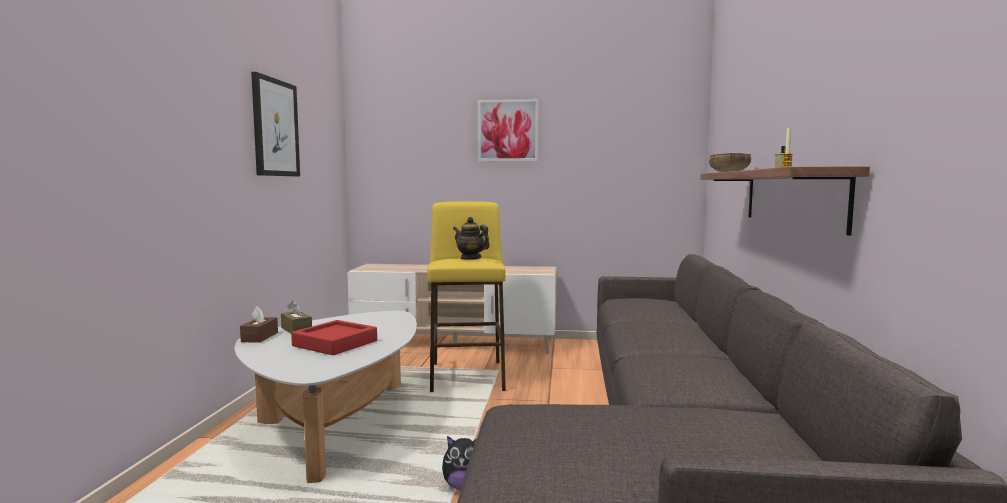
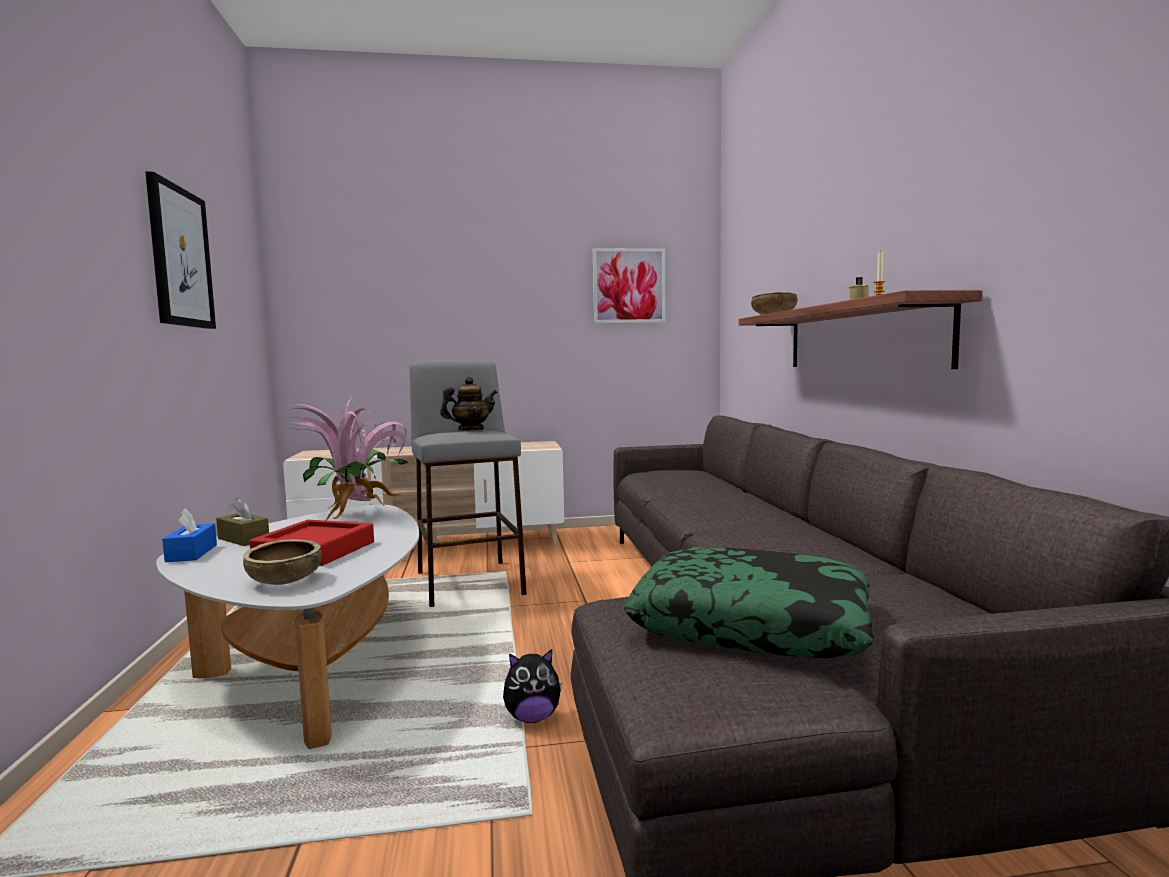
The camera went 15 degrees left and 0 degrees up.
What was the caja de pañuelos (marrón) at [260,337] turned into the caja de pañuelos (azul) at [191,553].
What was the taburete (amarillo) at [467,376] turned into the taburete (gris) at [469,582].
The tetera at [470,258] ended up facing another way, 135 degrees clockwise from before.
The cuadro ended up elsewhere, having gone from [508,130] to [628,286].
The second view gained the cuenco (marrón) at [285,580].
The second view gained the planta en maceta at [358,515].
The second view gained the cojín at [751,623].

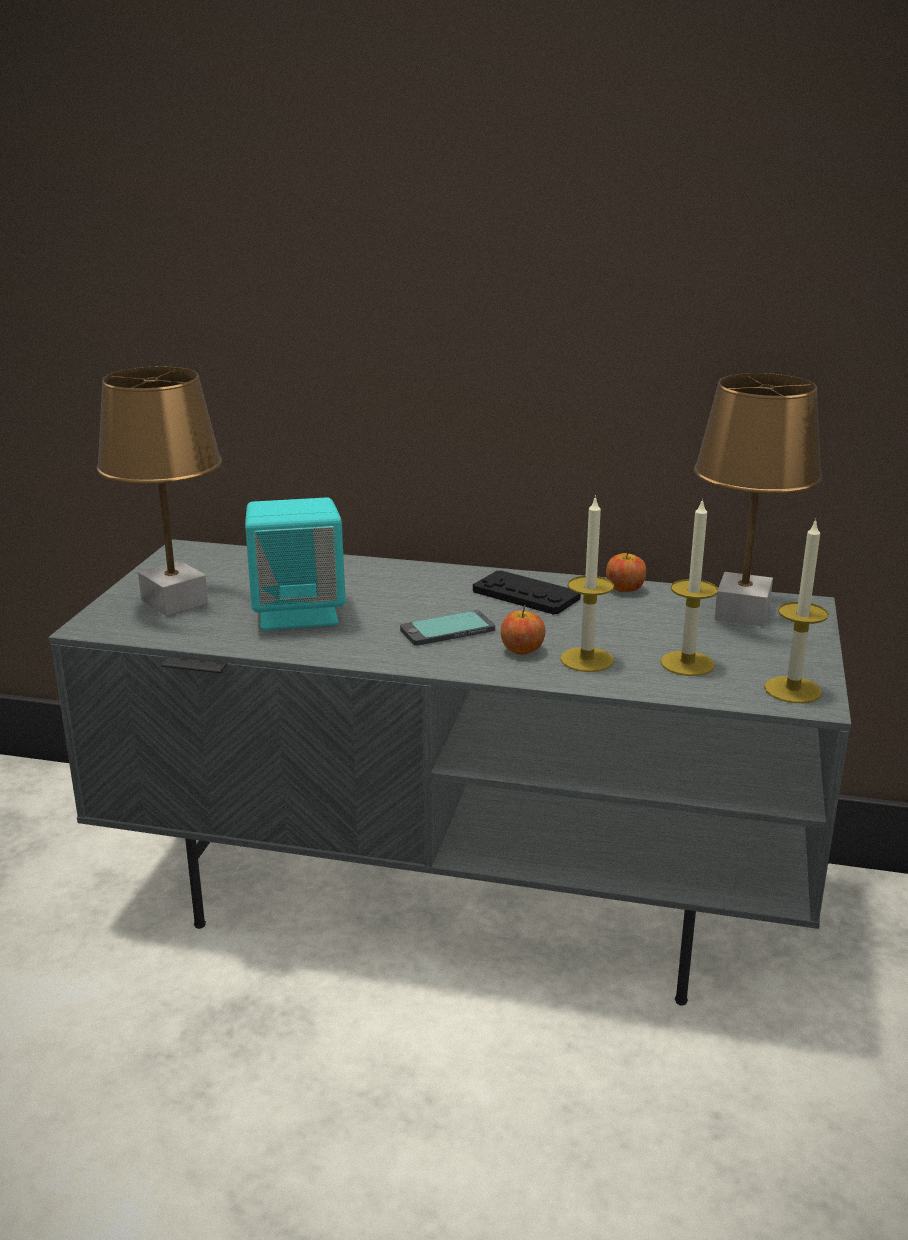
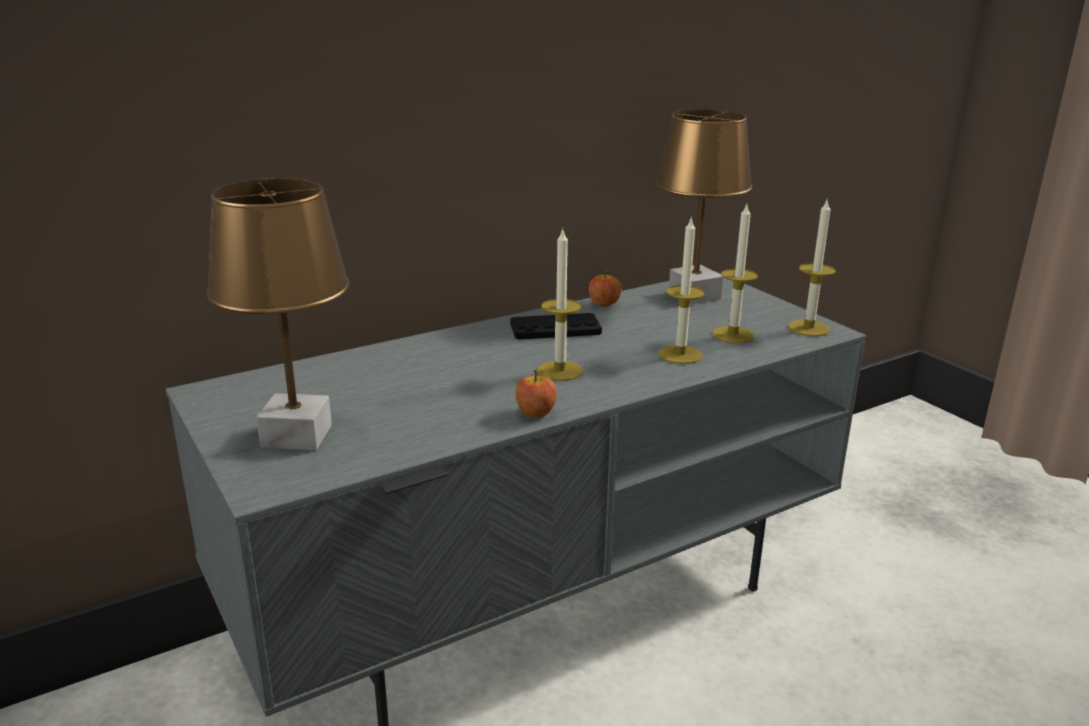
The camera went 45 degrees left and 0 degrees up.
The second view lost the altavoz (turquesa) at [298,613].
Where the móvil stood at [447,630], the vela came to stand at [560,371].
The manzana ended up elsewhere, having gone from [522,650] to [536,413].

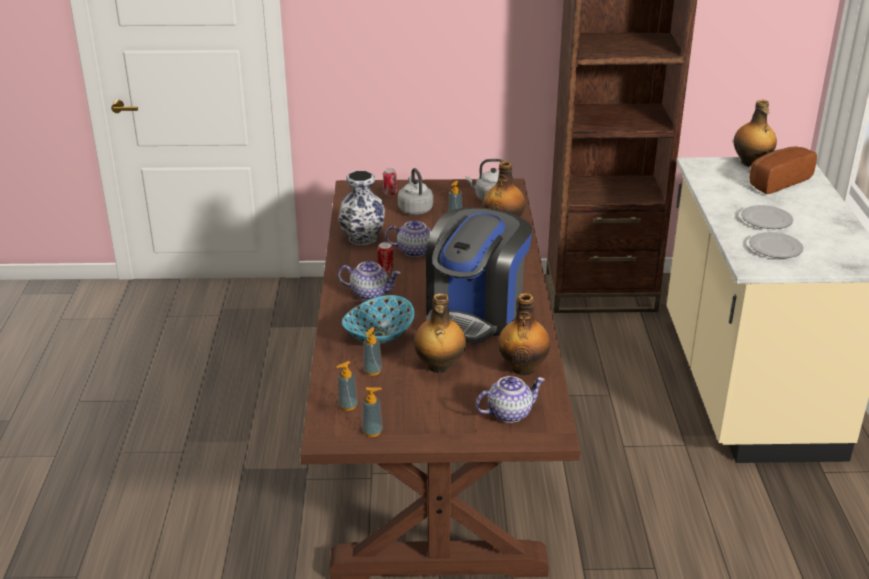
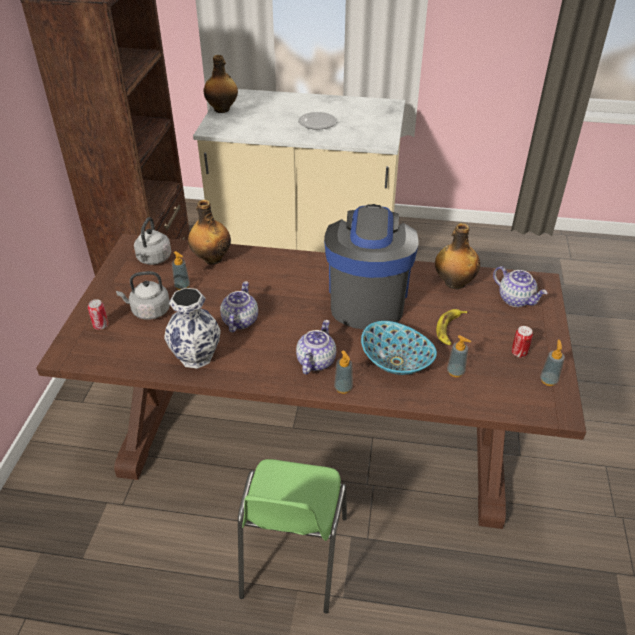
The camera went 80 degrees left and 10 degrees up.
The dispensador de jabón ended up elsewhere, having gone from [347,406] to [343,388].
The lata ended up elsewhere, having gone from [385,270] to [519,353].
Where the botella stood at [439,366], the plátano came to stand at [450,329].
The cafetera at [475,313] ended up facing another way, 120 degrees counterclockwise from before.
The tetera at [509,413] ended up facing another way, 150 degrees clockwise from before.
The second view lost the plato at [775,248].
The second view lost the pan at [776,181].
The second view gained the silla (verde) at [292,557].

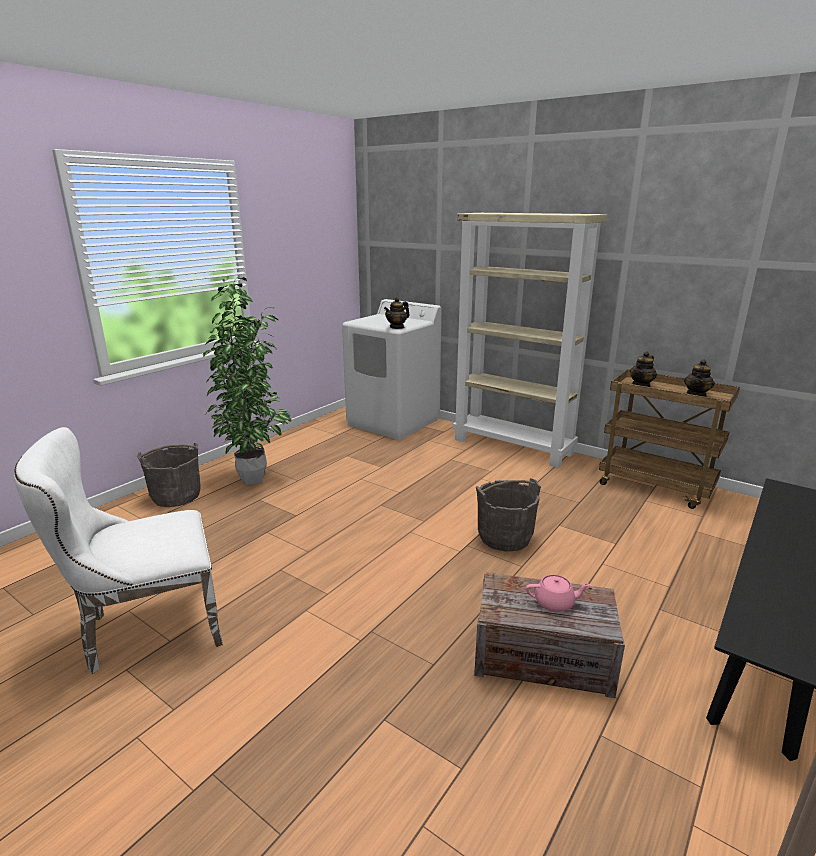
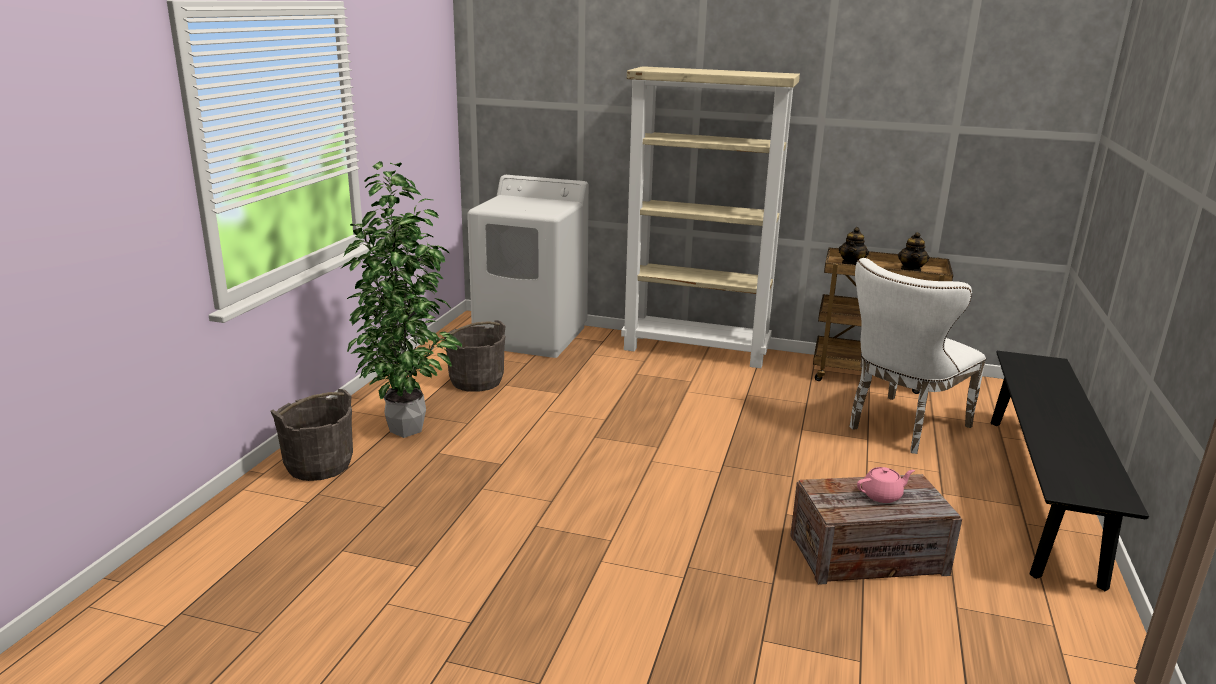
The camera went 20 degrees left and 0 degrees up.
The silla (blanco) ended up elsewhere, having gone from [145,629] to [902,428].
The second view lost the tetera at [397,327].
The cubo (gris) ended up elsewhere, having gone from [504,537] to [476,381].

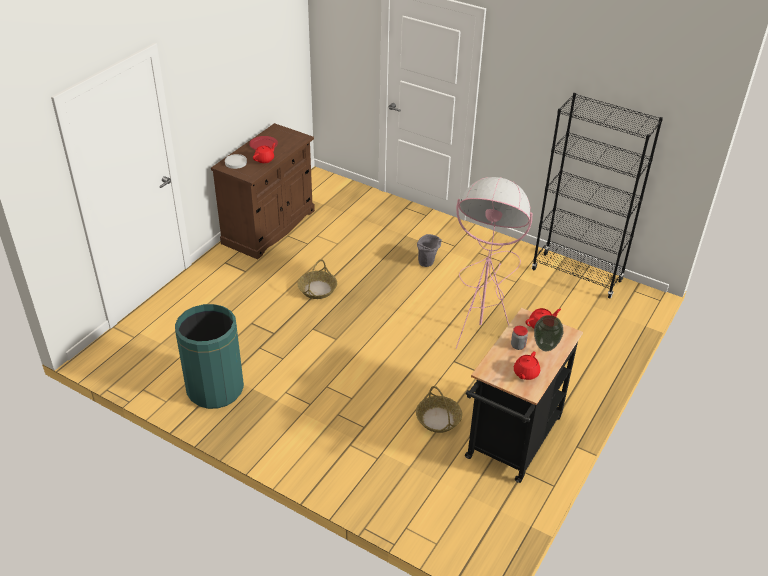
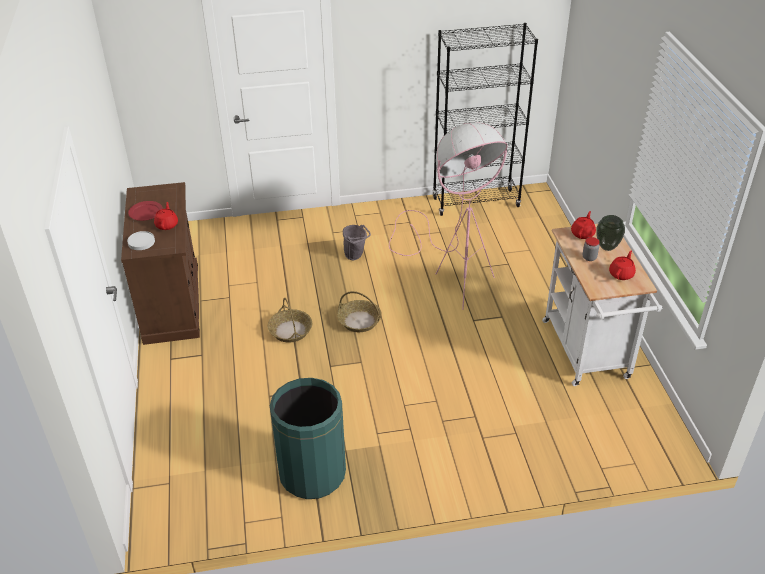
The camera went 40 degrees left and 0 degrees up.
The cesta ended up elsewhere, having gone from [438,419] to [360,321].
What was the carrito (negro) at [511,443] turned into the carrito (blanco) at [588,354].
The tetera (rojo) at [525,373] ended up facing another way, 135 degrees counterclockwise from before.

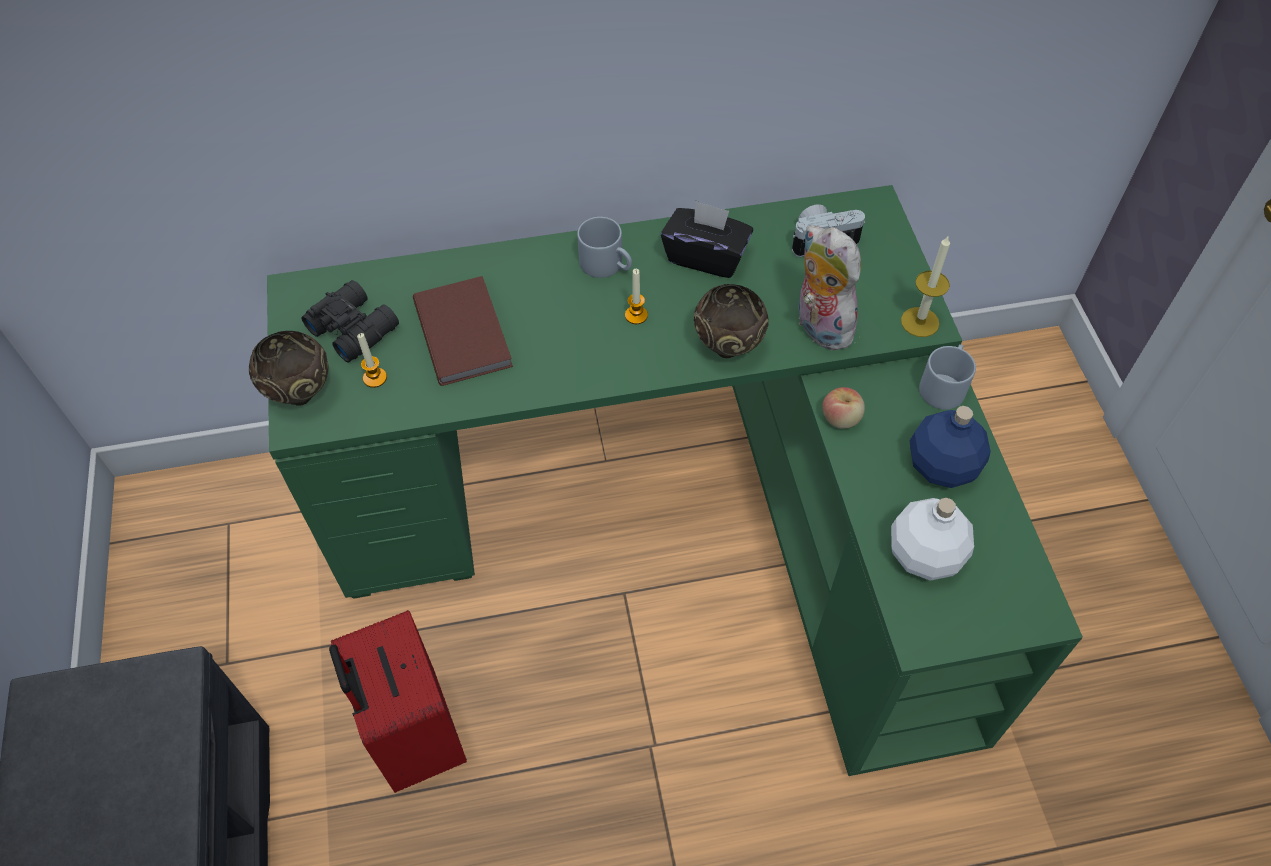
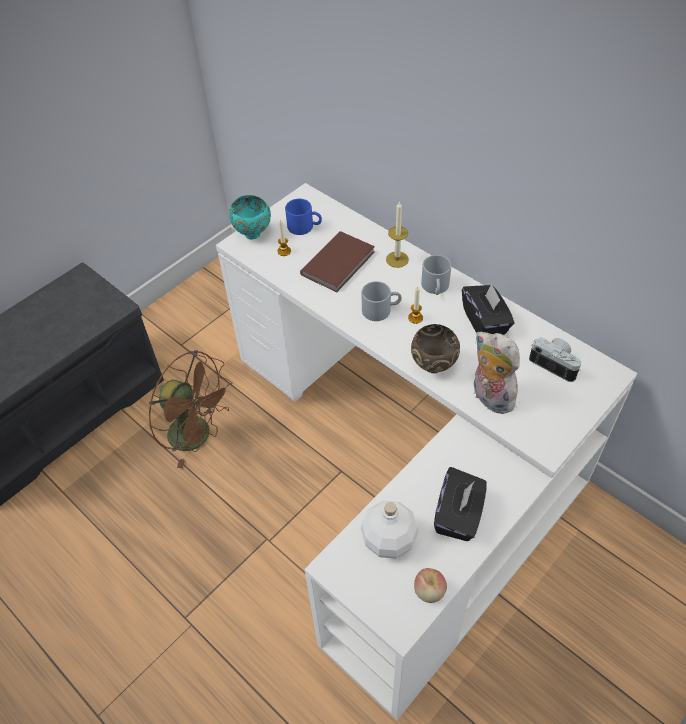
The camera went 55 degrees right and 5 degrees down.
What was the cuenco (marrón) at [302,394] turned into the cuenco (turquesa) at [253,235].
What was the escritorio (verde) at [680,518] turned into the escritorio (blanco) at [407,467].
Where the prismáticos (negro) stood at [353,327], the taza grande (azul) came to stand at [305,226].
Where the maleta (rojo) stood at [414,736], the ventilador (marrón) came to stand at [198,436].
The peluche at [818,326] ended up facing another way, 60 degrees counterclockwise from before.
The manzana ended up elsewhere, having gone from [841,418] to [429,591].
The vela ended up elsewhere, having gone from [920,322] to [397,259].
Where the botella (azul) stood at [940,465], the caja de pañuelos (negro) came to stand at [458,515].
The taza grande (gris) ended up elsewhere, having gone from [943,384] to [381,309].

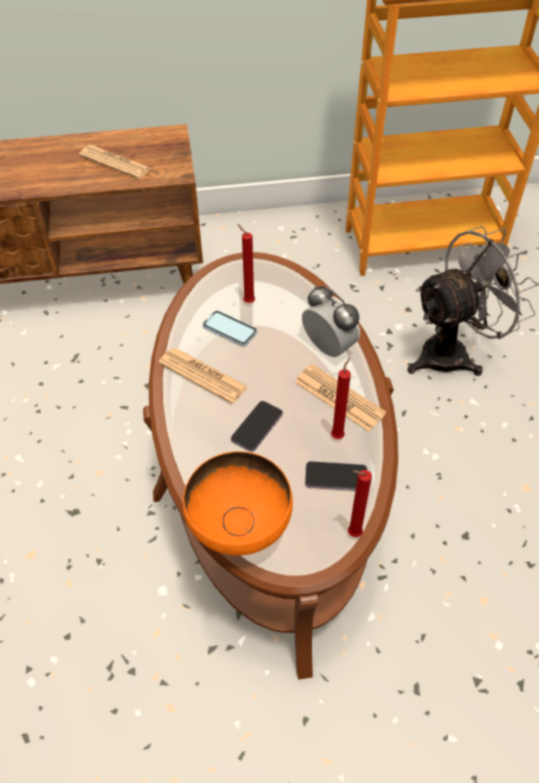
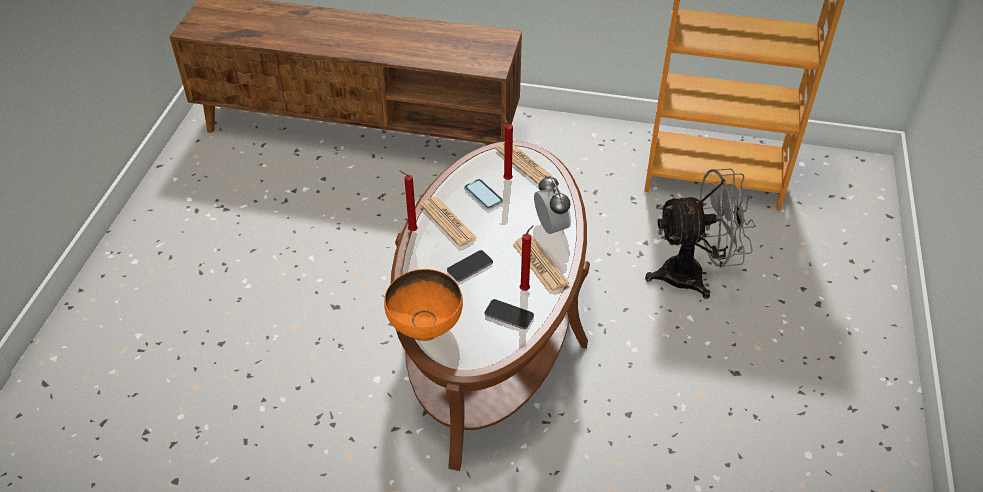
The camera went 20 degrees right and 5 degrees down.
The periódico ended up elsewhere, having gone from [115,162] to [524,163].
The vela (rojo) ended up elsewhere, having gone from [352,534] to [411,230].

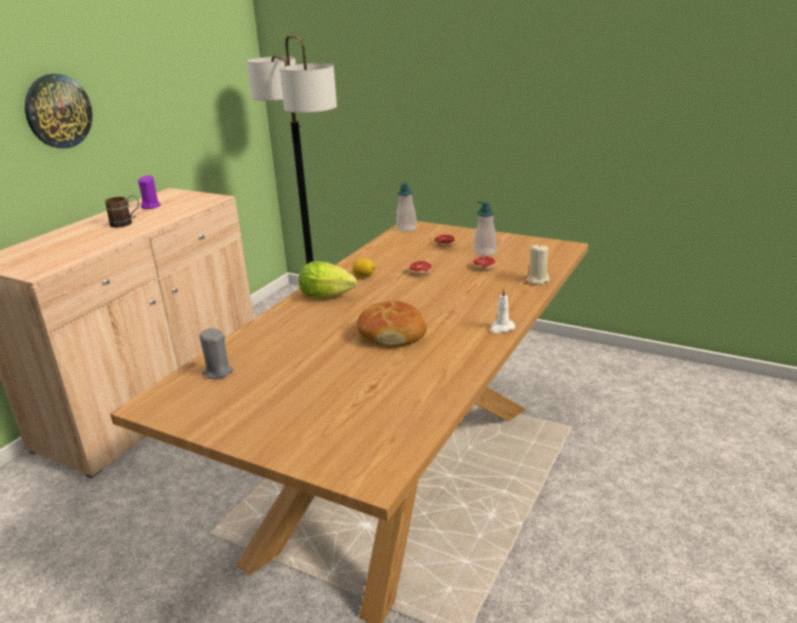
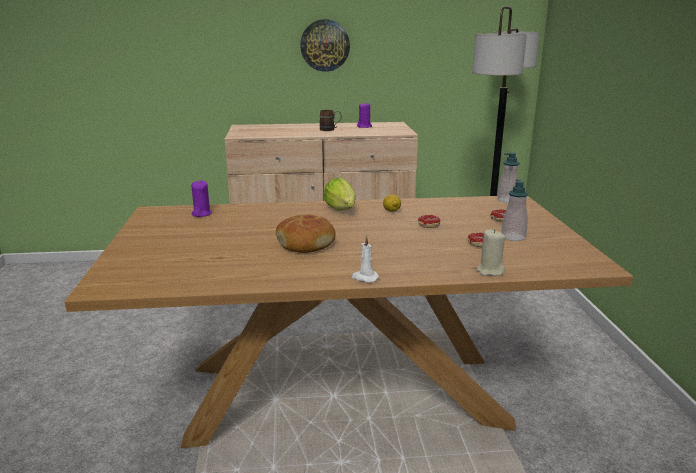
The camera went 55 degrees right and 5 degrees down.
What was the vela (gris) at [217,372] turned into the vela (morado) at [201,214].

